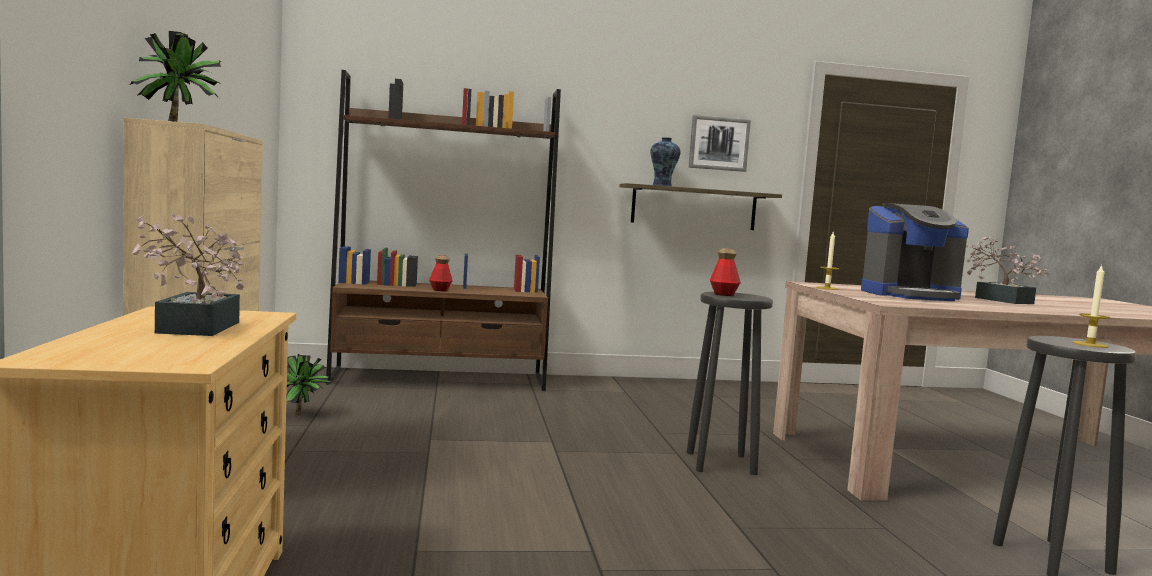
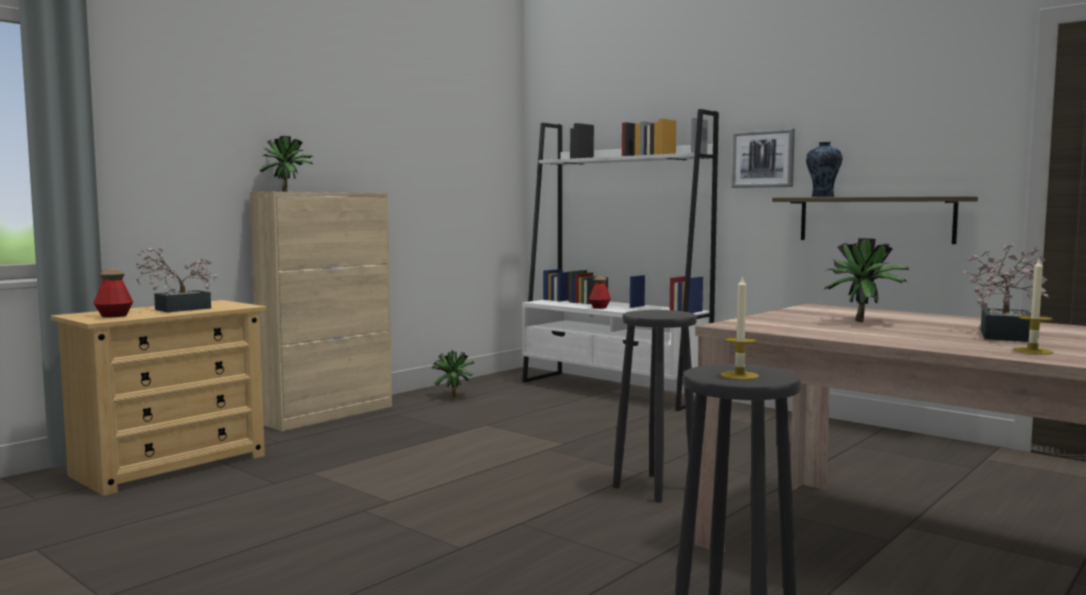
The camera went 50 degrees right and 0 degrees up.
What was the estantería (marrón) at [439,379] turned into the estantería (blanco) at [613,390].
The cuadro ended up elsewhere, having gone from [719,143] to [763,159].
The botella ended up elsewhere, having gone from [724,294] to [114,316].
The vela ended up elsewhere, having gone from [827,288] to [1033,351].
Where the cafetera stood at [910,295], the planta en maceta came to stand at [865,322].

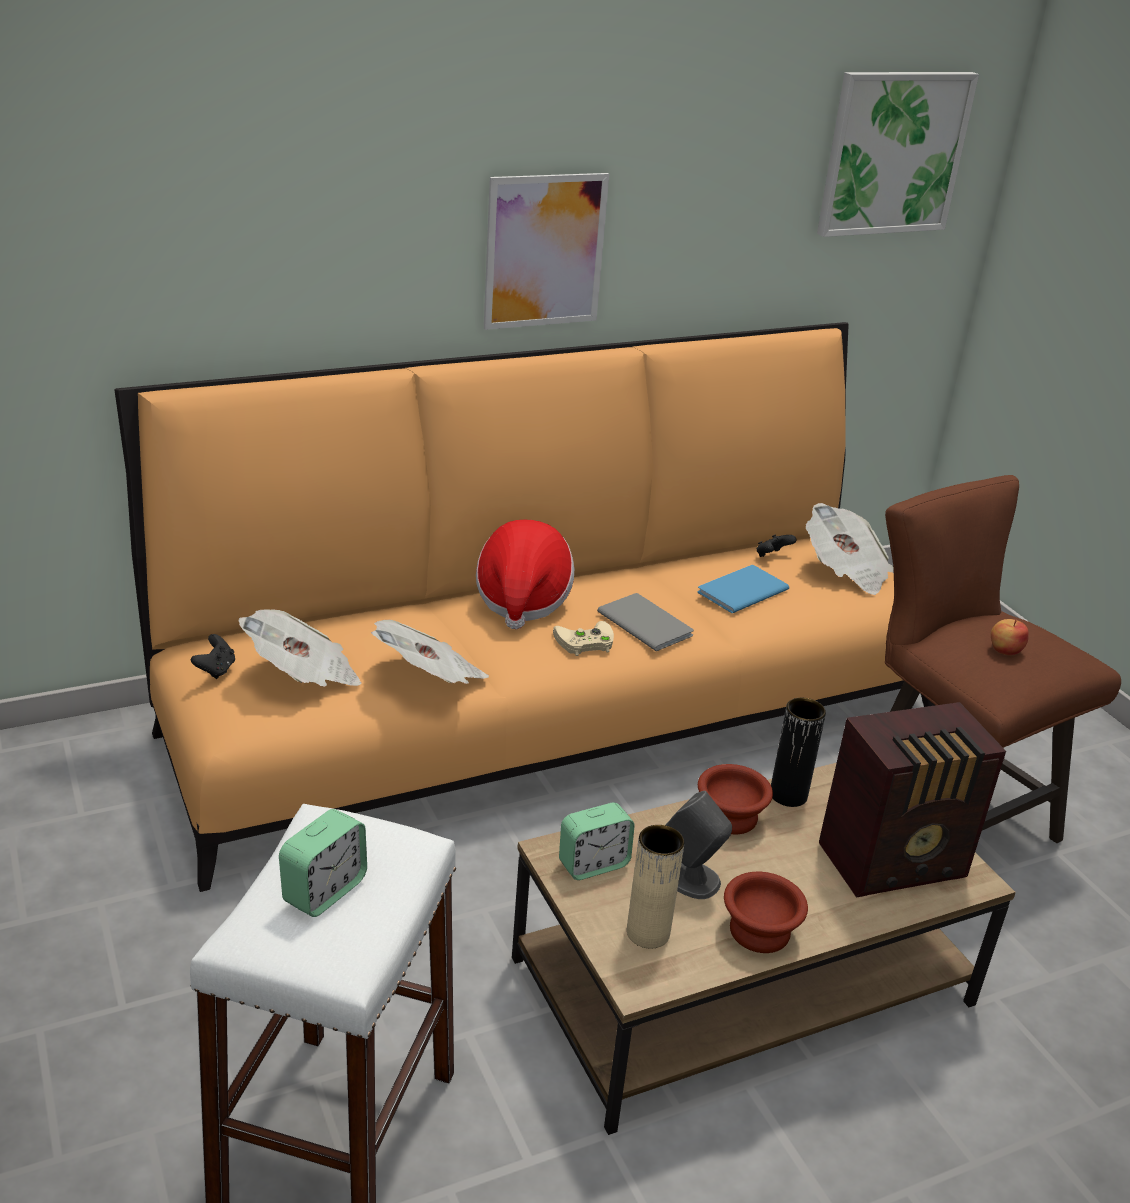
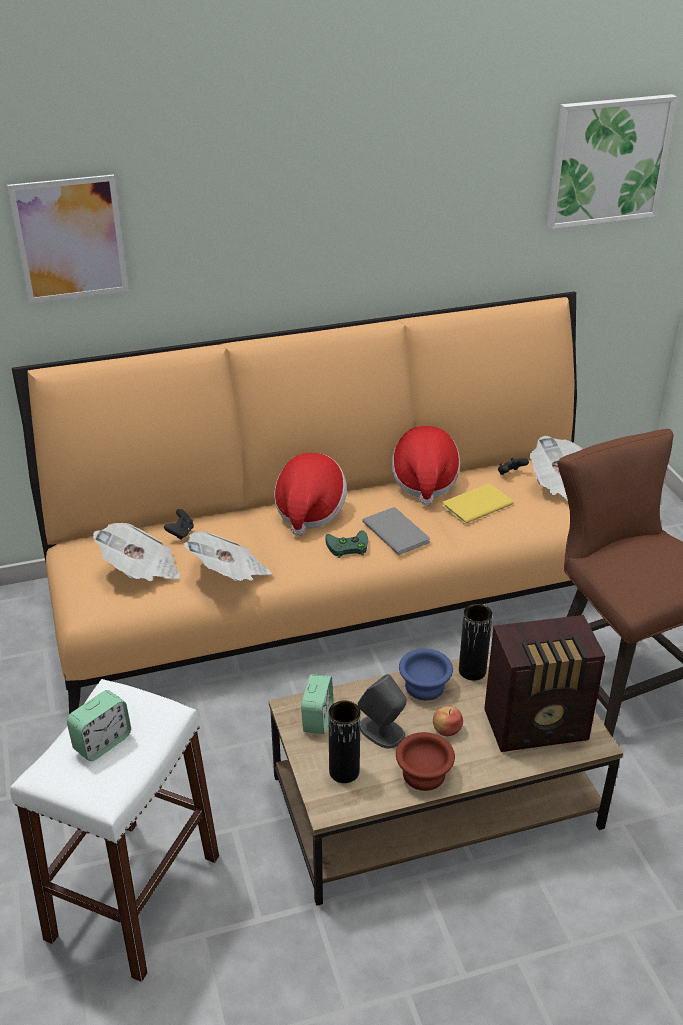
The camera went 10 degrees right and 5 degrees up.
The mando de consola (negro) ended up elsewhere, having gone from [216,670] to [181,533].
The cuadro ended up elsewhere, having gone from [544,251] to [70,239].
What was the mando de consola (beis) at [583,642] turned into the mando de consola (verde) at [346,547].
The despertador at [593,864] ended up facing another way, 60 degrees counterclockwise from before.
What was the florero (beis) at [648,933] turned into the florero (negro) at [344,771].
What was the libro (azul) at [739,590] turned into the libro (amarillo) at [475,505].
What was the cuenco (marrón) at [731,815] turned into the cuenco (azul) at [426,685].
The manzana ended up elsewhere, having gone from [1005,650] to [447,730].
The second view gained the sombrero at [424,482].

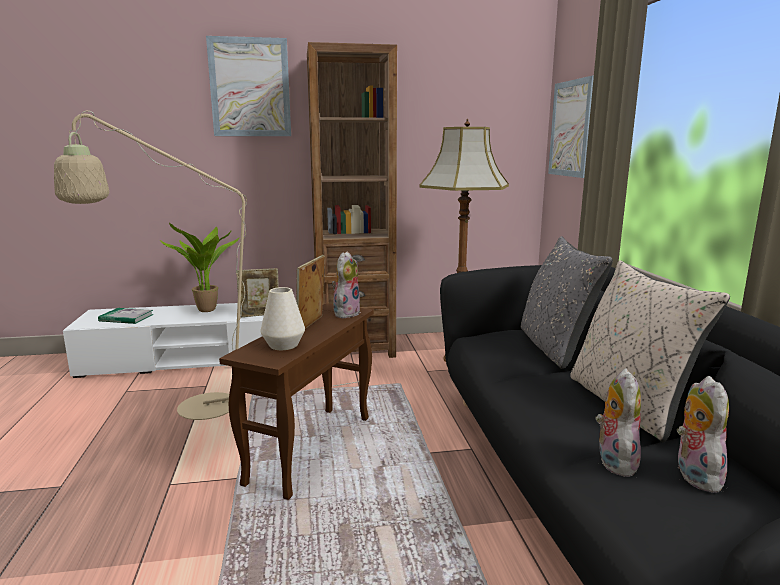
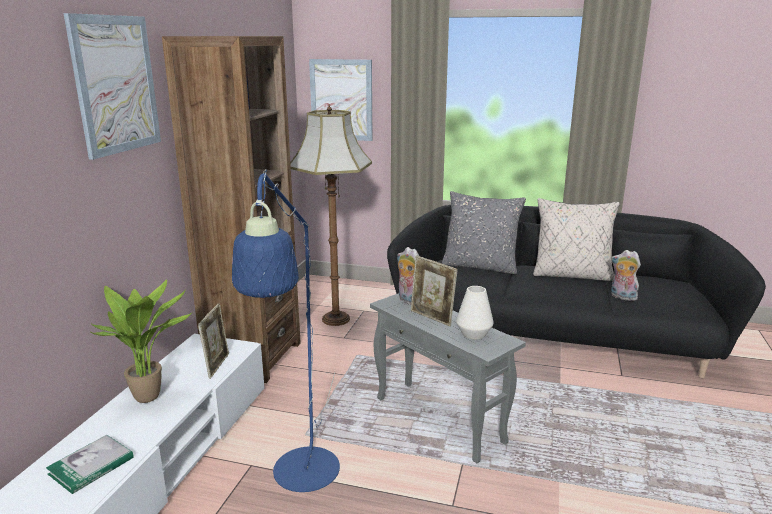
The camera went 65 degrees left and 5 degrees up.
What was the lámpara de pie (beis) at [191,408] turned into the lámpara de pie (azul) at [303,481].
What was the mesa auxiliar (marrón) at [311,449] turned into the mesa auxiliar (gris) at [439,420].
The second view lost the peluche at [693,475].

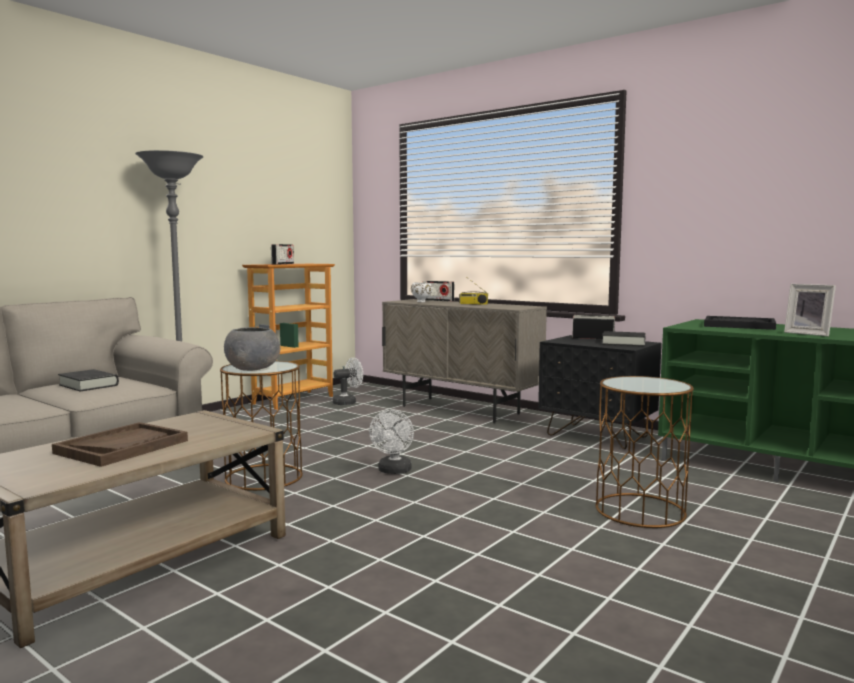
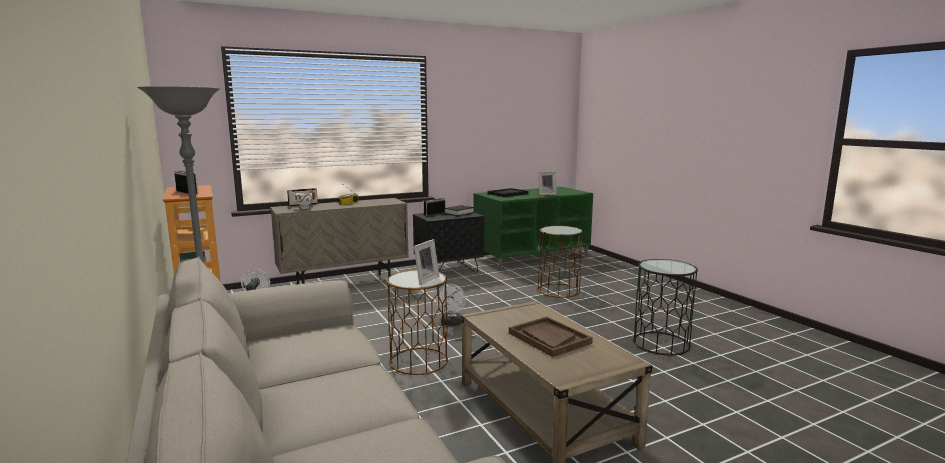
The camera went 65 degrees left and 5 degrees up.
The second view lost the libro (negro) at [88,385].
Where the cuenco (gris) stood at [253,368], the portarretratos came to stand at [424,280].
The ventilador (blanco) at [394,471] ended up facing another way, 60 degrees clockwise from before.
The second view gained the mesa auxiliar (negro) at [661,343].

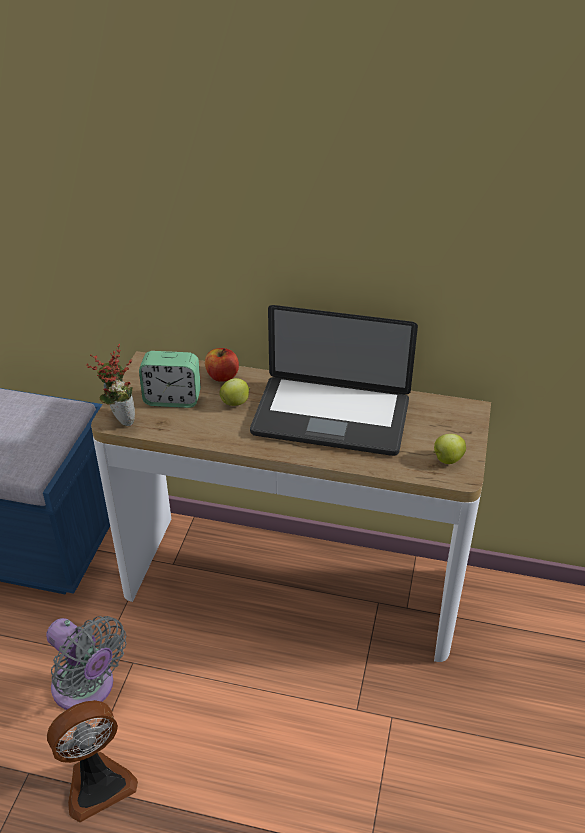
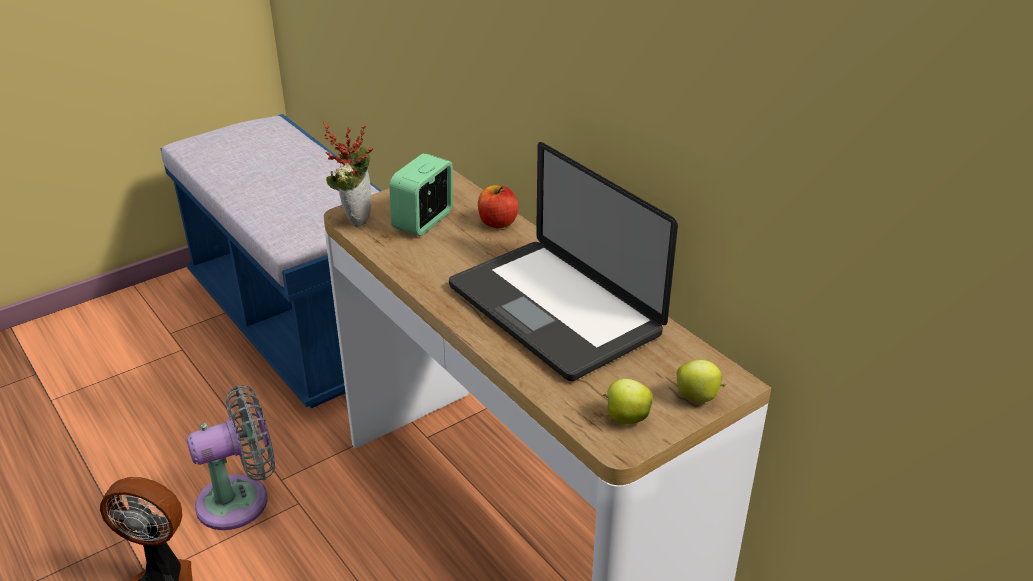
The camera went 40 degrees right and 5 degrees down.
The ventilador (gris) at [87,688] ended up facing another way, 105 degrees counterclockwise from before.
The despertador at [172,399] ended up facing another way, 75 degrees clockwise from before.
The manzana ended up elsewhere, having gone from [235,402] to [698,397].

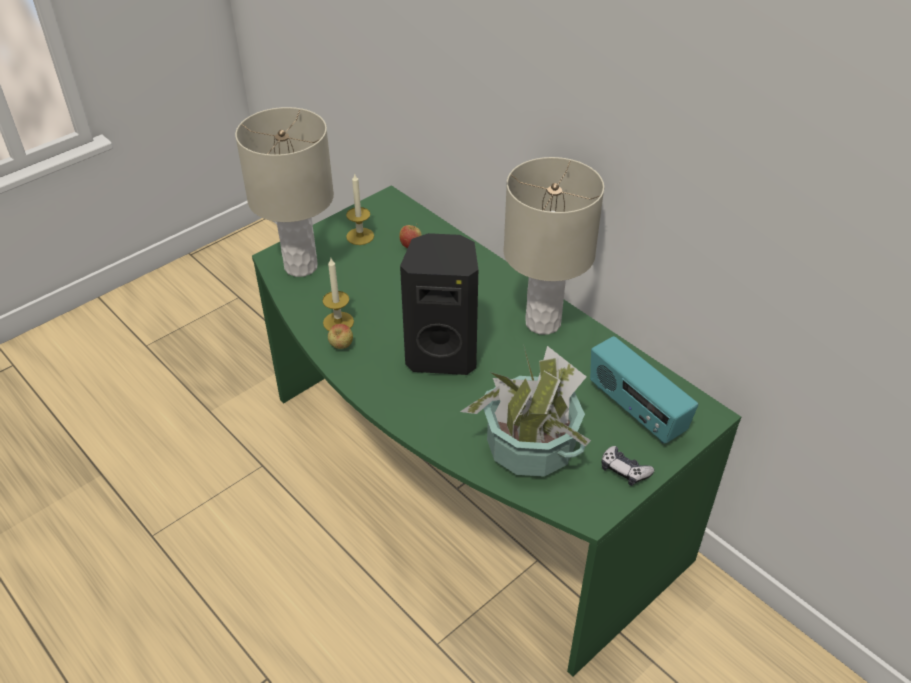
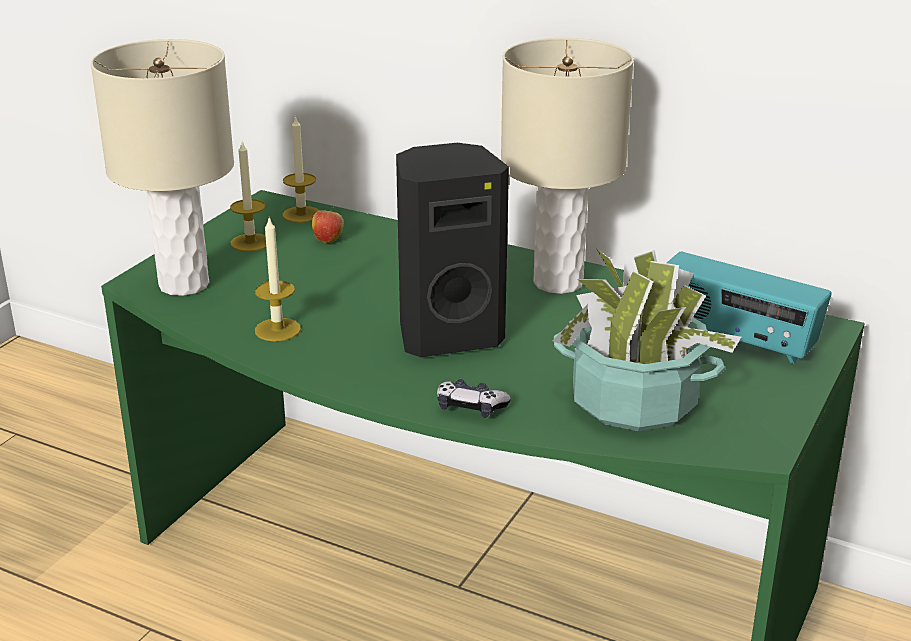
The camera went 20 degrees left and 15 degrees down.
The second view lost the manzana at [341,346].
The mando de consola ended up elsewhere, having gone from [624,470] to [470,407].
The second view gained the vela at [301,214].

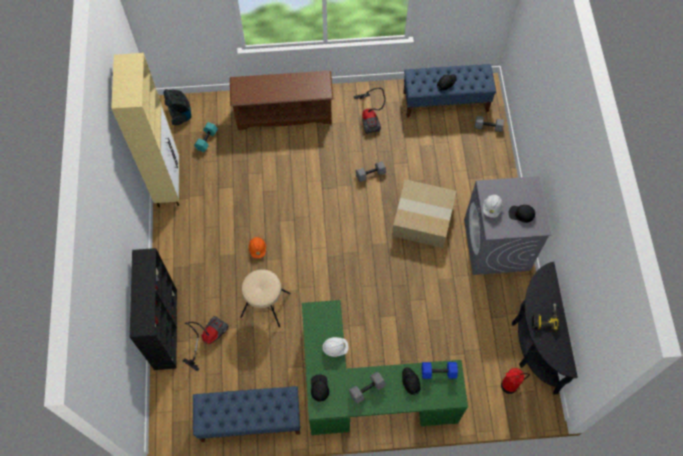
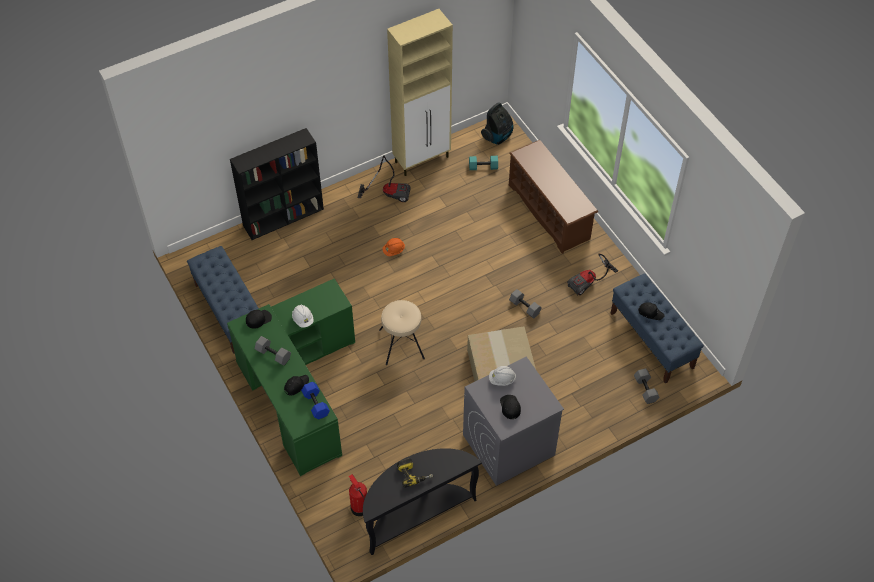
The camera went 65 degrees right and 10 degrees down.
The aspiradora ended up elsewhere, having gone from [208,338] to [389,193].
The taburete (beis) ended up elsewhere, having gone from [265,304] to [402,344].

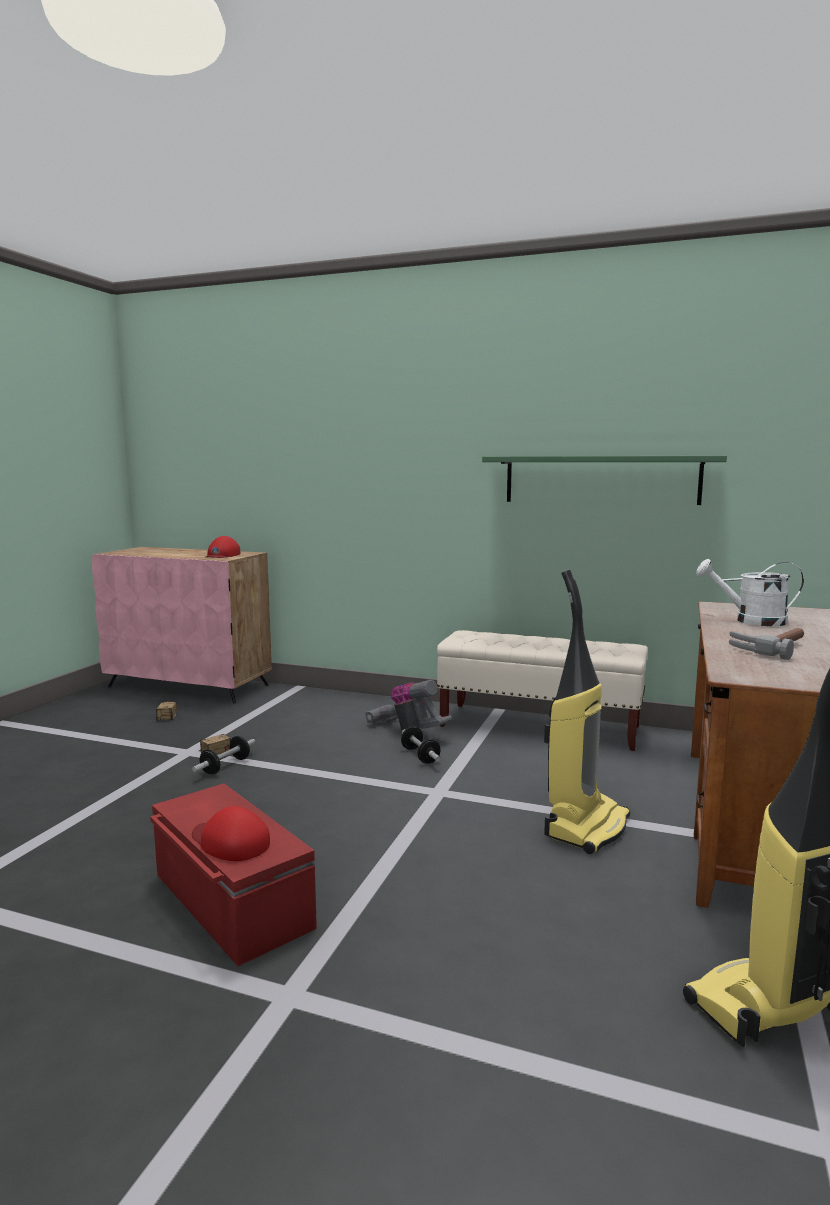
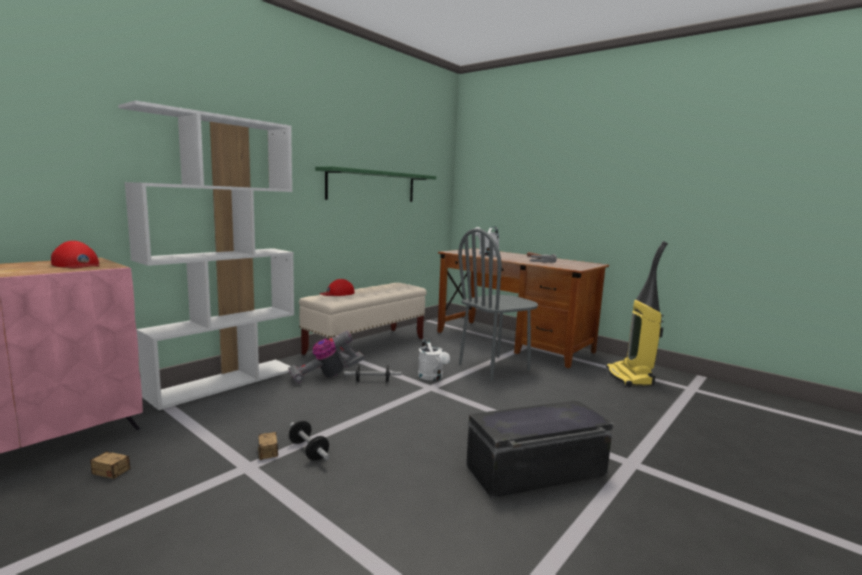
The camera went 70 degrees left and 0 degrees up.
What was the caja de almacenaje (rojo) at [229,901] turned into the caja de almacenaje (negro) at [537,471].
The gorra (rojo) ended up elsewhere, having gone from [230,841] to [337,293].
Where the aspiradora stood at [585,826], the silla (gris) came to stand at [494,367].
The second view gained the estantería (blanco) at [225,382].
The second view gained the regadera (blanco) at [432,377].

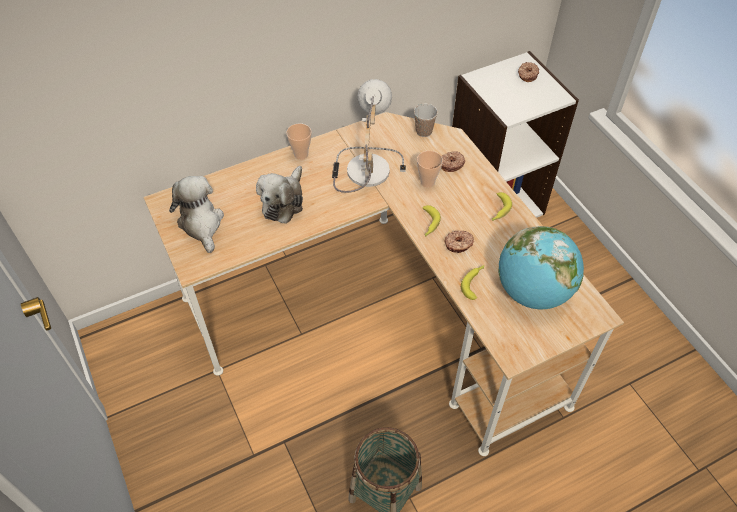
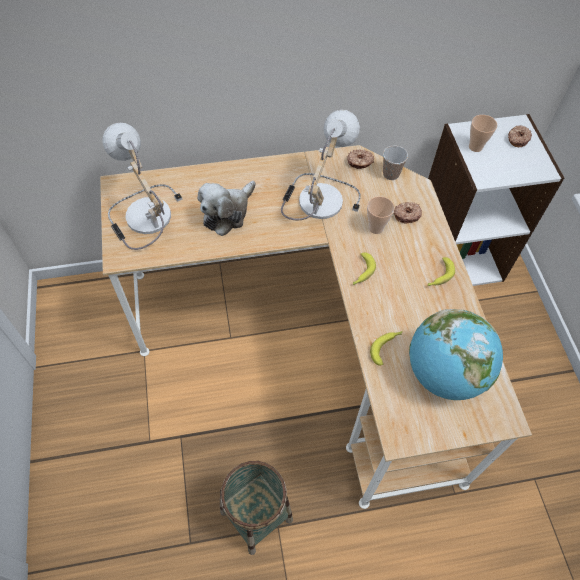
The camera went 15 degrees right and 5 degrees up.
Where the peluche stood at [201,224], the lámpara de mesa came to stand at [143,216].
The taza ended up elsewhere, having gone from [301,154] to [475,147].
The rosquilla ended up elsewhere, having gone from [458,244] to [359,162].

